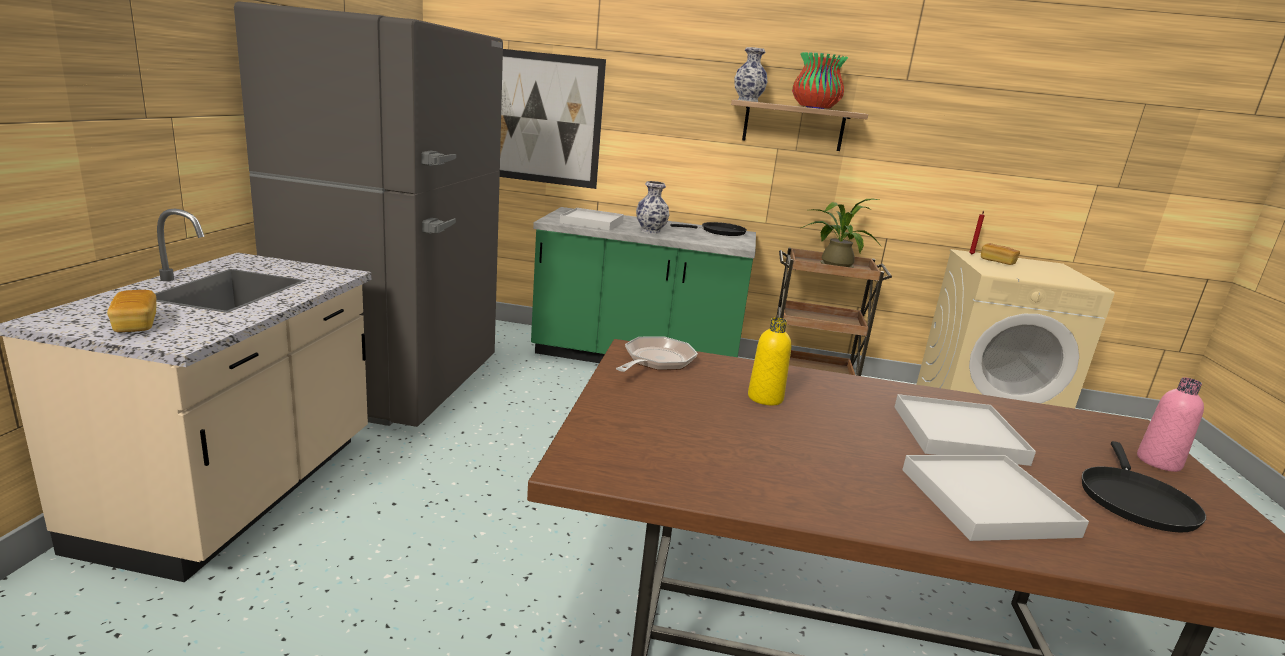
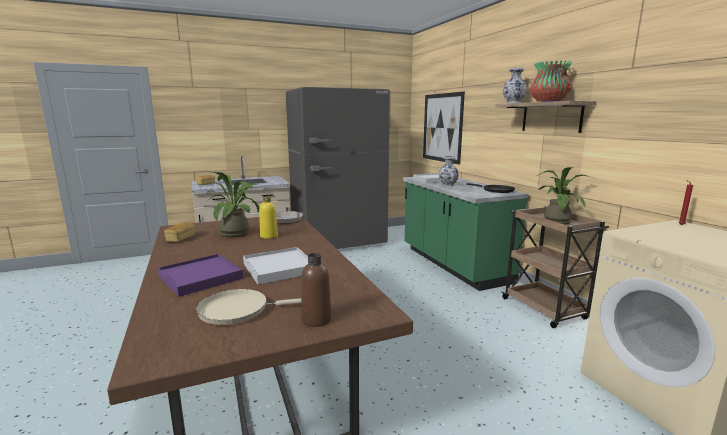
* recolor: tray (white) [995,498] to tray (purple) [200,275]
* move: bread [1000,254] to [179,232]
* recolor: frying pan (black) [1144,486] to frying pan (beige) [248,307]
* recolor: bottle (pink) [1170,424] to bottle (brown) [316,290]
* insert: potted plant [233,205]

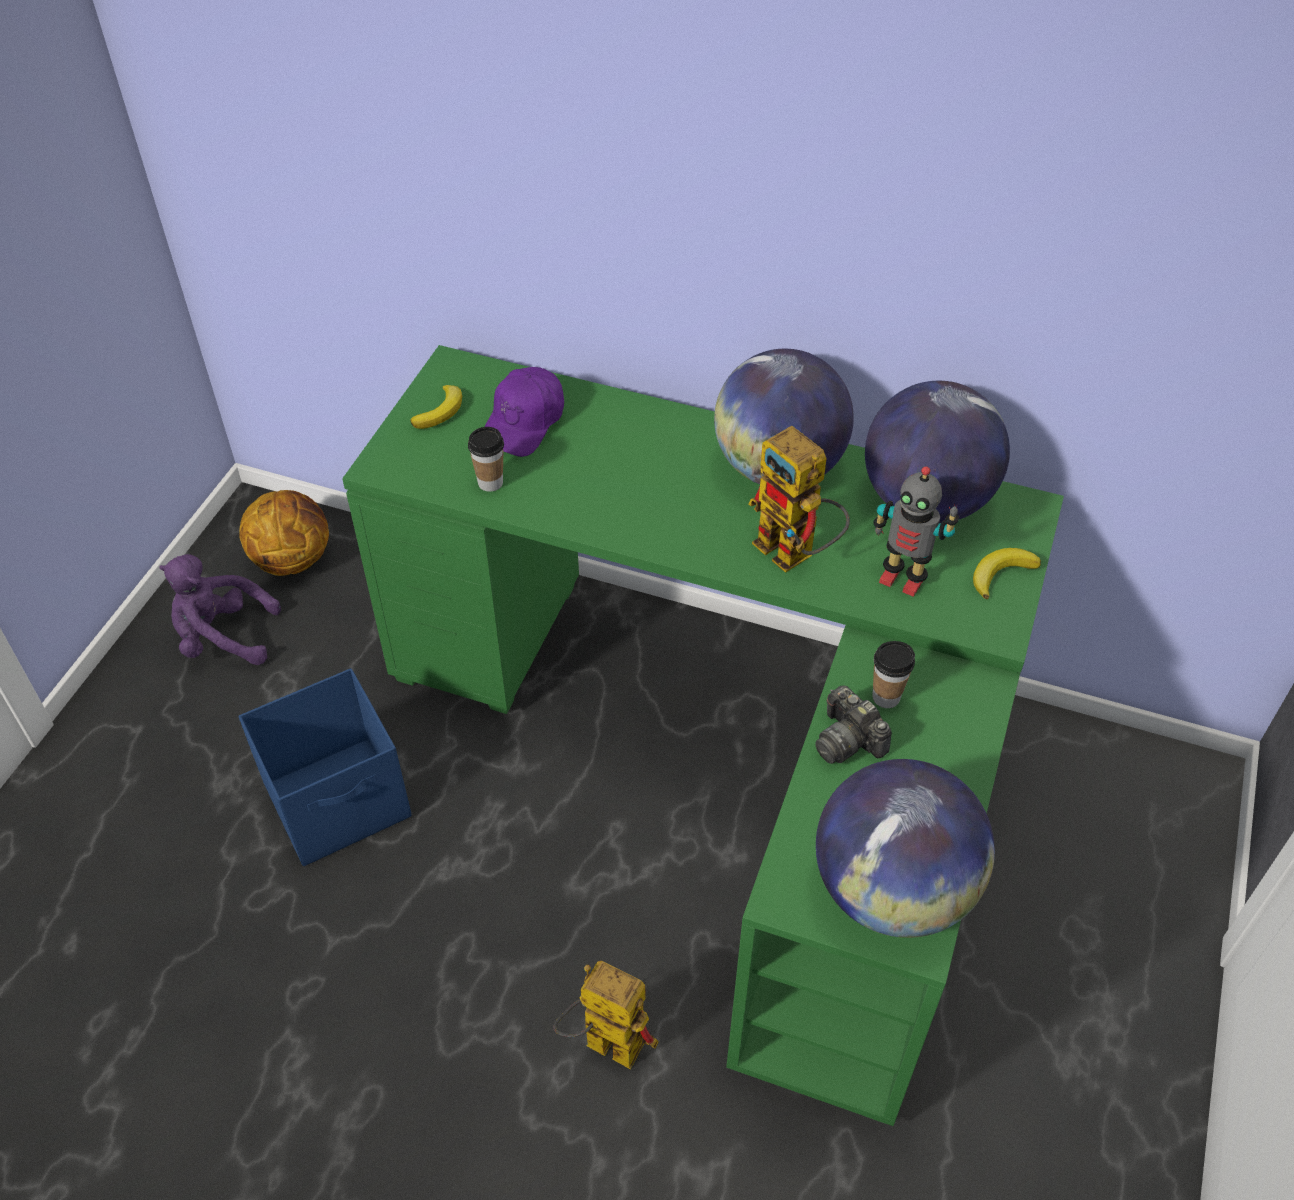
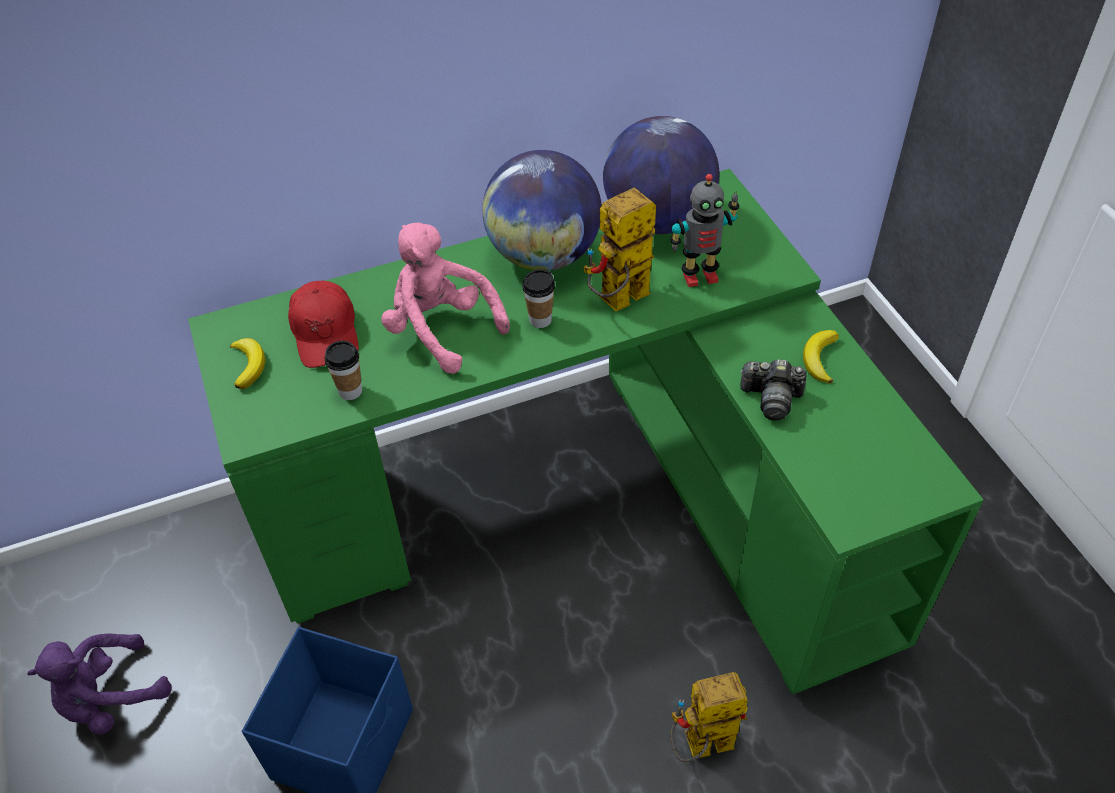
* delete: basketball [284,533]
* recolor: cap (purple) [524,412] to cap (red) [323,324]
* rotate: toy robot [799,499] = [619,249] 135 degrees clockwise
* delete: globe [905,848]
* move: cup [893,674] to [538,298]
* move: banana [1007,573] to [821,357]
* insert: plush toy (pink) [445,298]

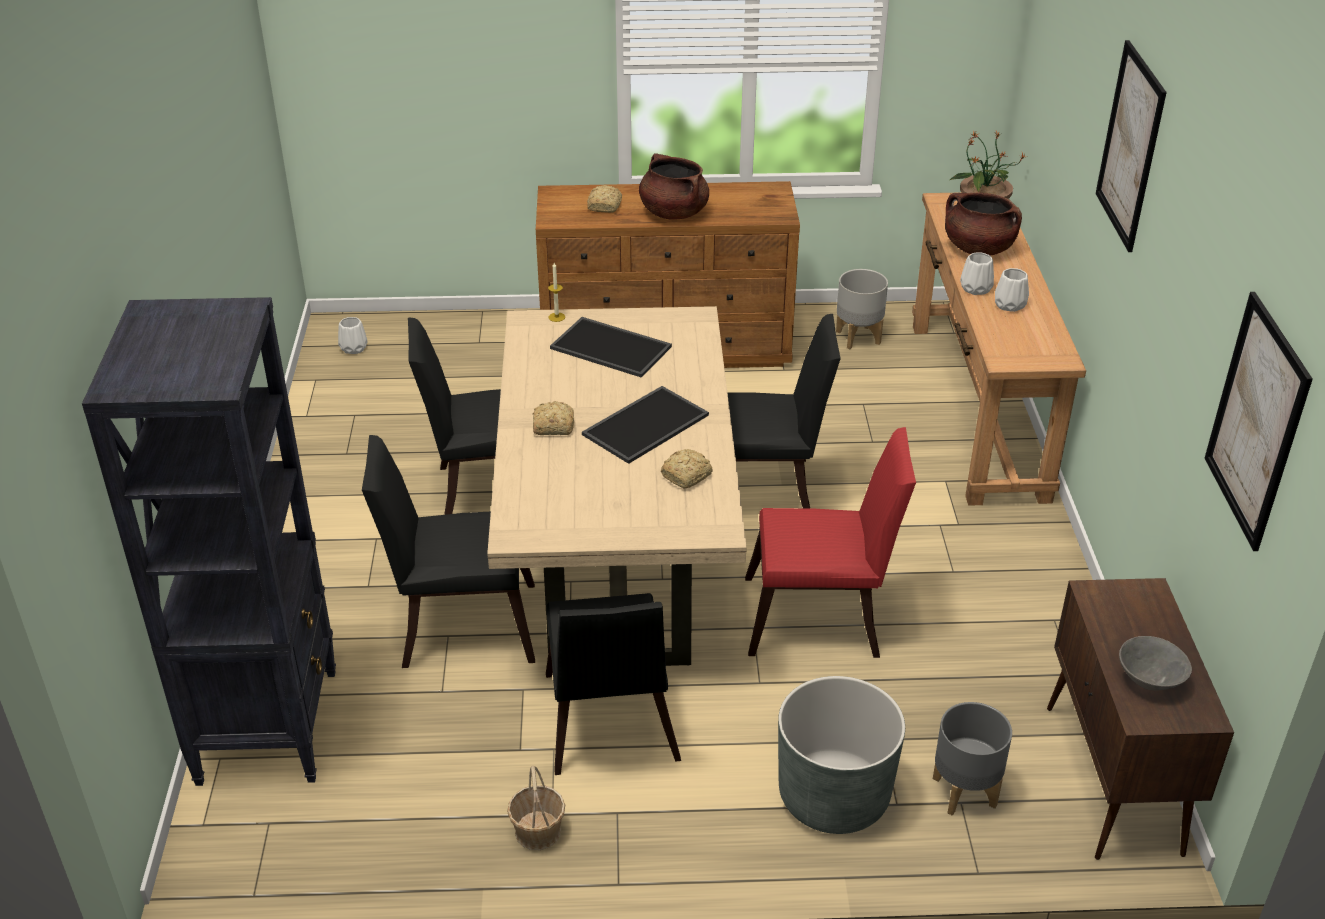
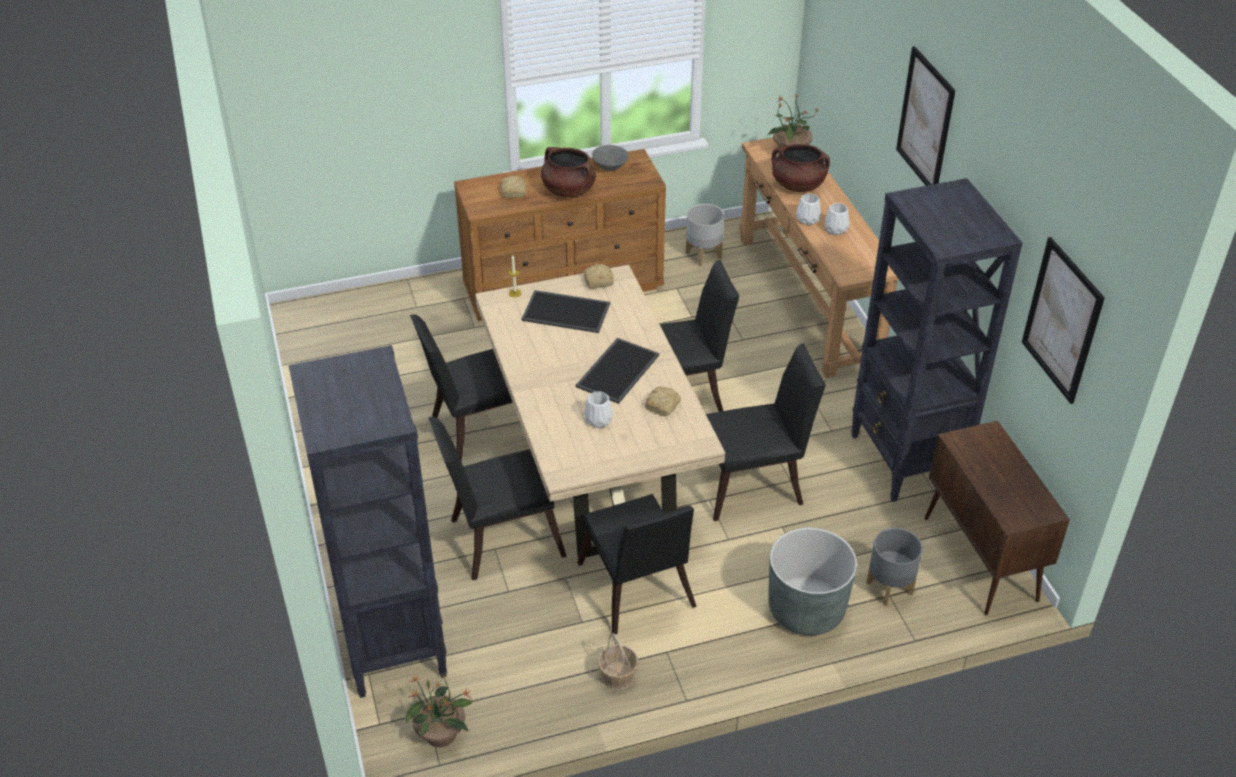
* move: vase (white) [352,335] to [598,410]
* move: bread [553,418] to [598,276]
* recolor: chair (red) [830,542] to chair (black) [766,432]
* move: bowl (grey) [1155,663] to [610,158]
* insert: potted plant [439,710]
* insert: bookcase (black) [937,340]

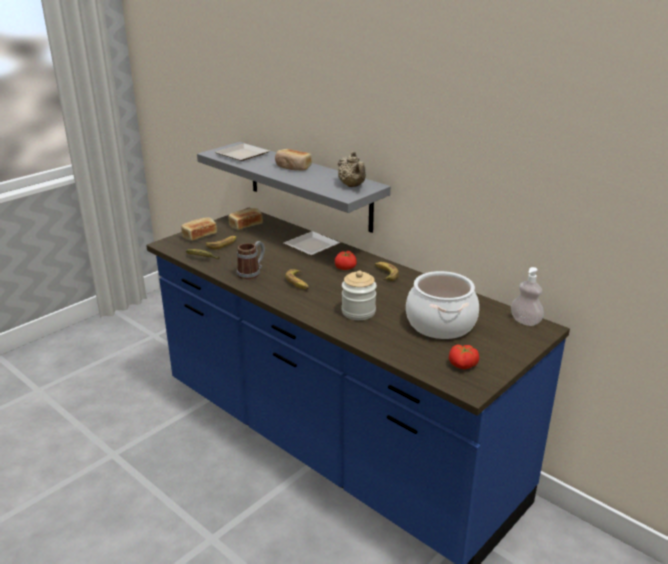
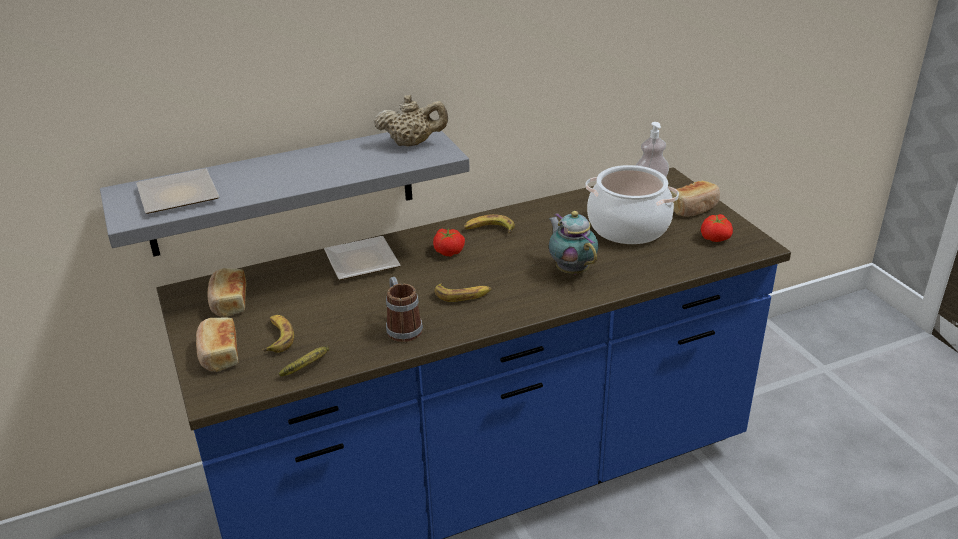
* move: bread [293,160] to [695,199]
* replace: jar [359,295] to teapot [573,243]

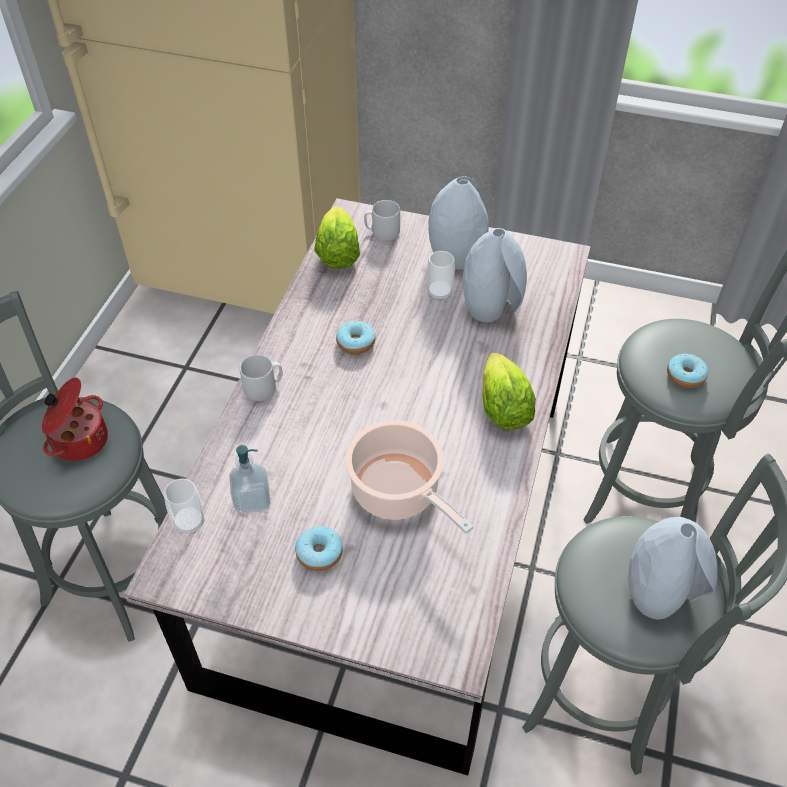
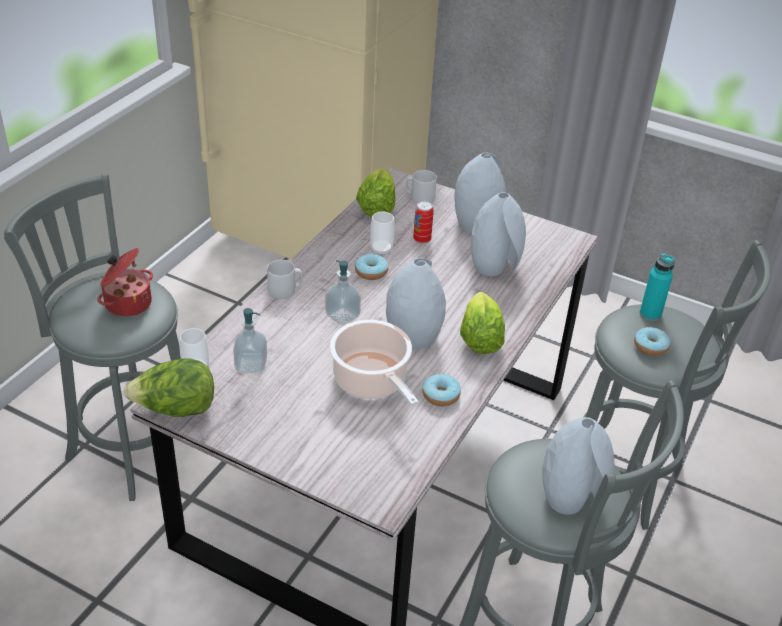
* move: donut [319,548] to [441,390]
* move: cup [441,276] to [382,233]
* insert: lettuce [169,388]
* insert: soap dispenser [343,292]
* insert: vase (grey) [416,303]
* insert: can [423,222]
* insert: bottle (turquoise) [657,287]

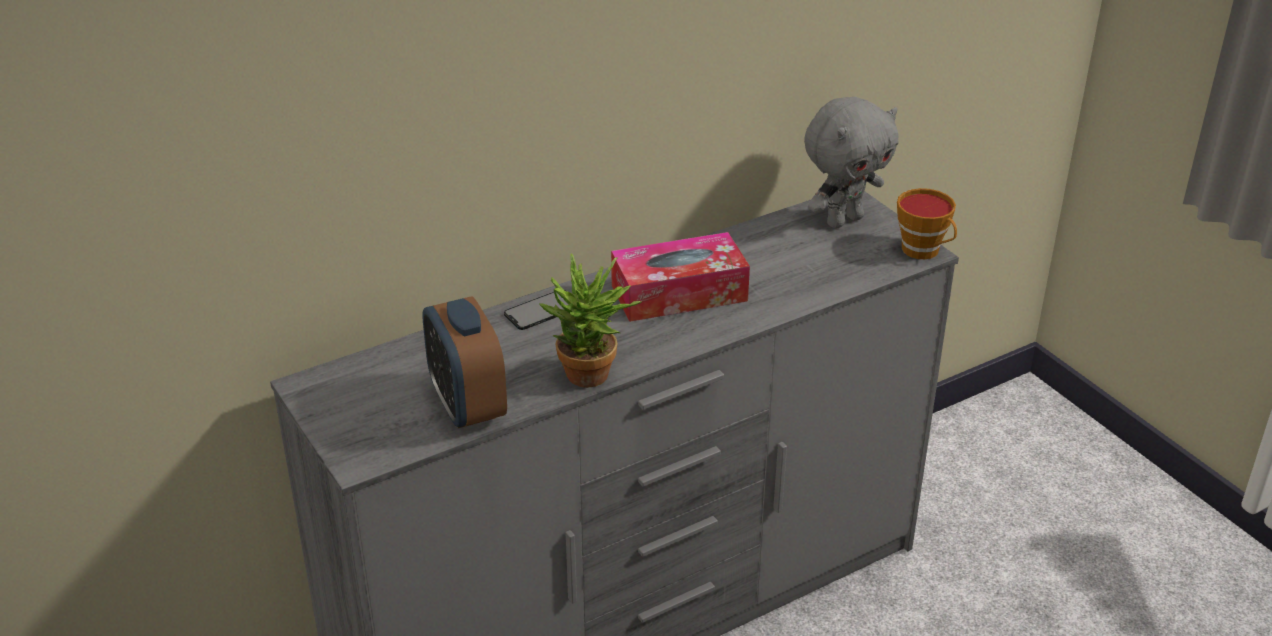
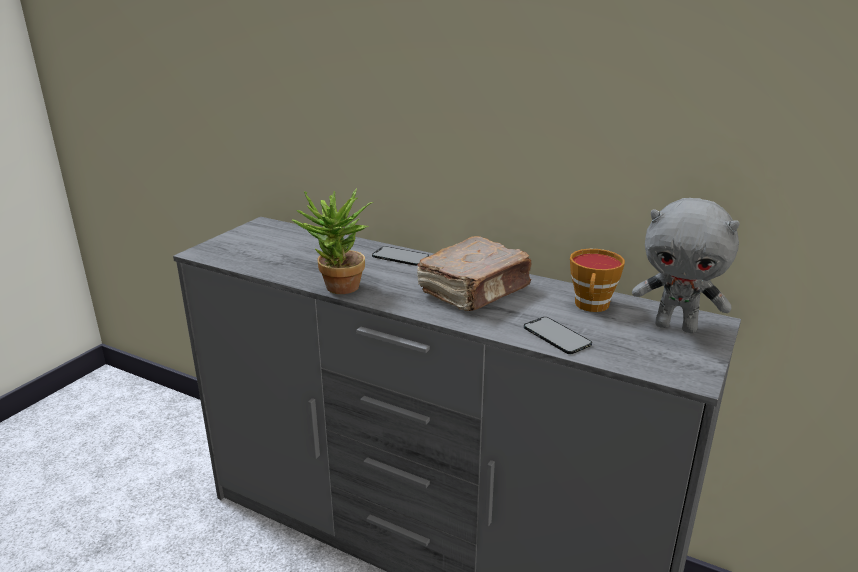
* delete: alarm clock [465,362]
* replace: tissue box [680,277] to book (brown) [474,273]
* move: cup [927,223] to [597,280]
* insert: phone [558,335]

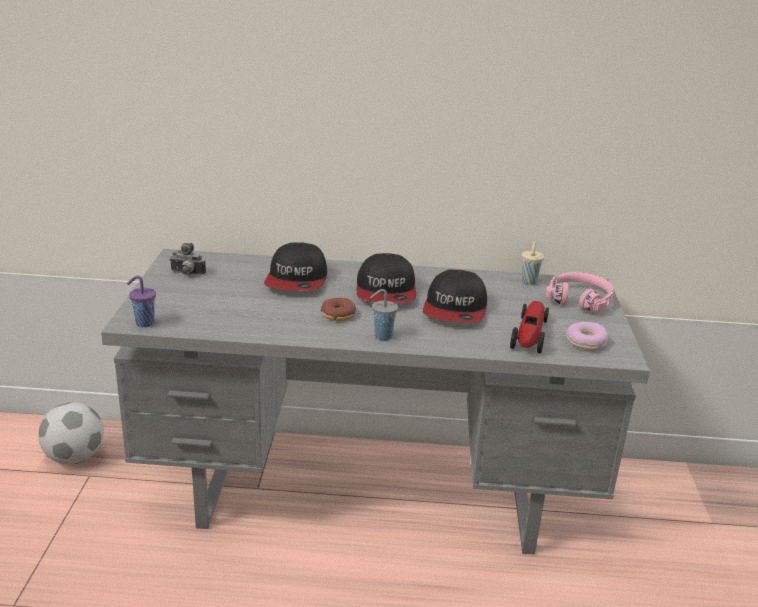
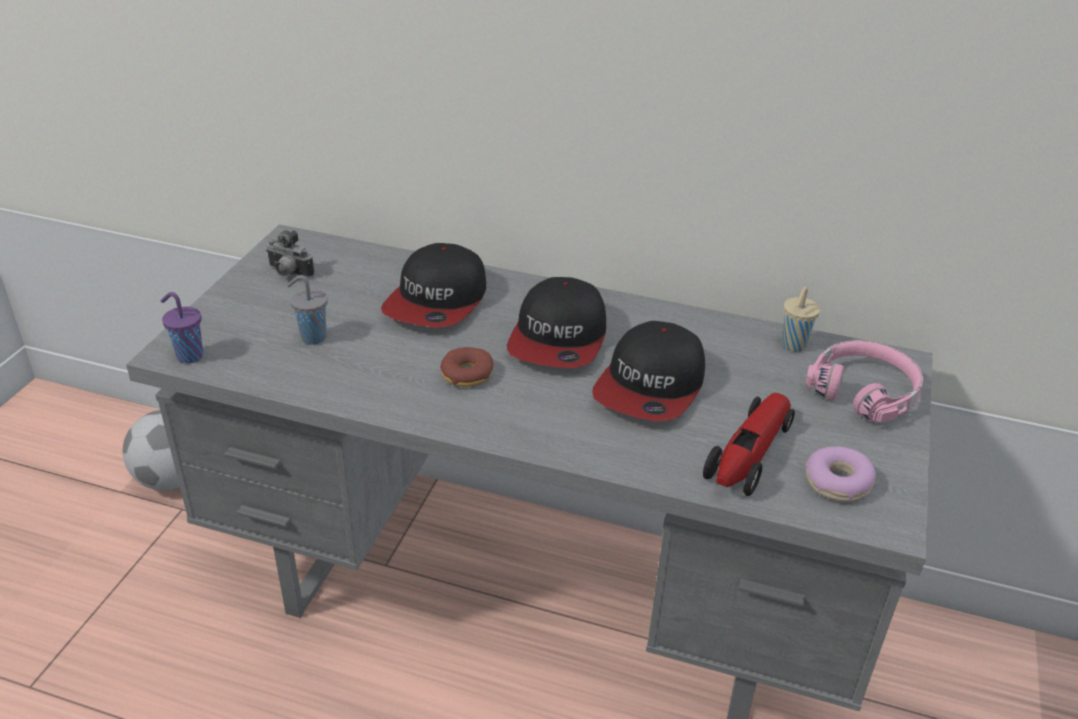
* move: cup (grey) [384,314] to [307,310]

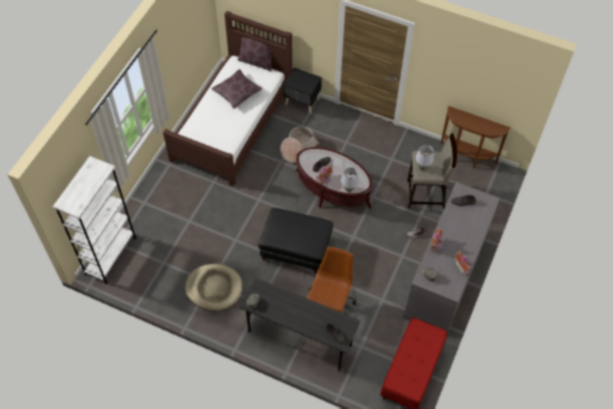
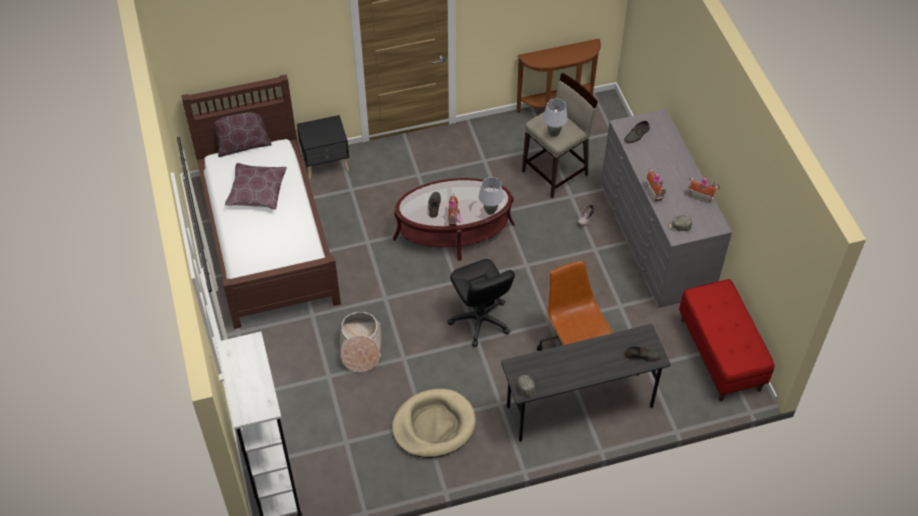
* replace: ottoman (black) [296,241] to office chair (black) [481,303]
* move: basket [299,144] to [361,342]

